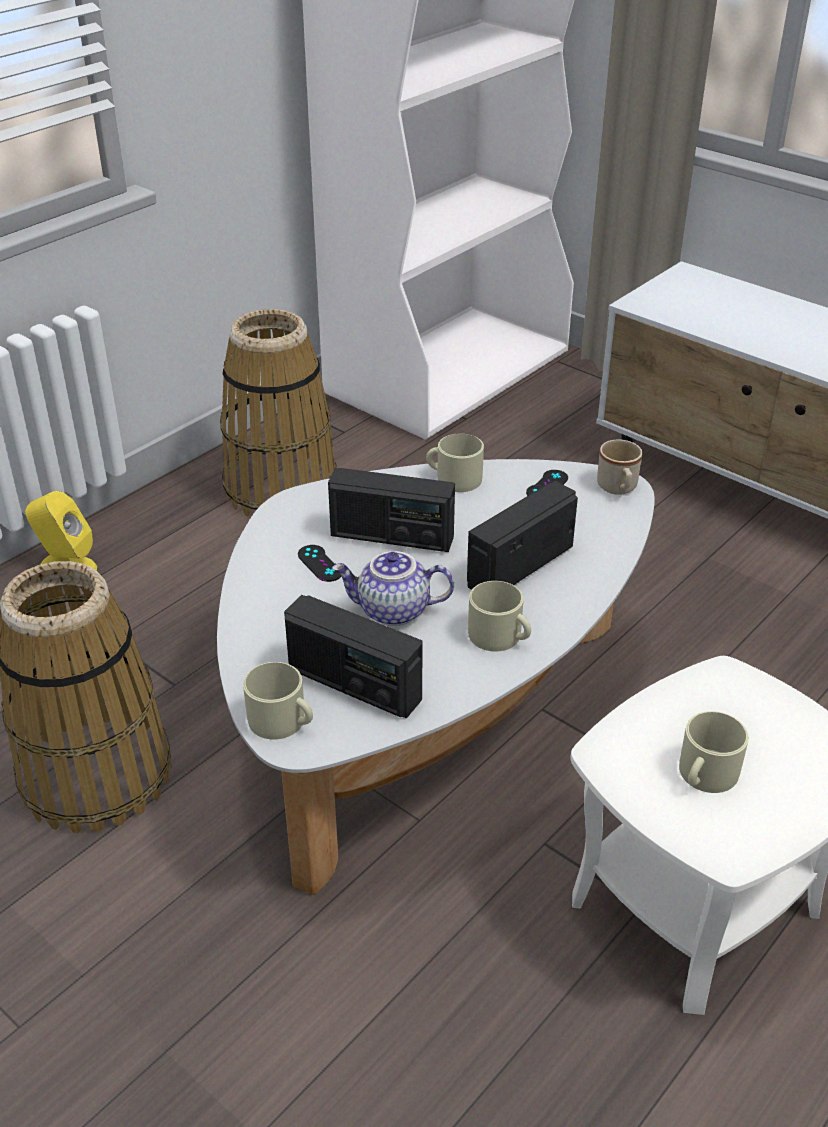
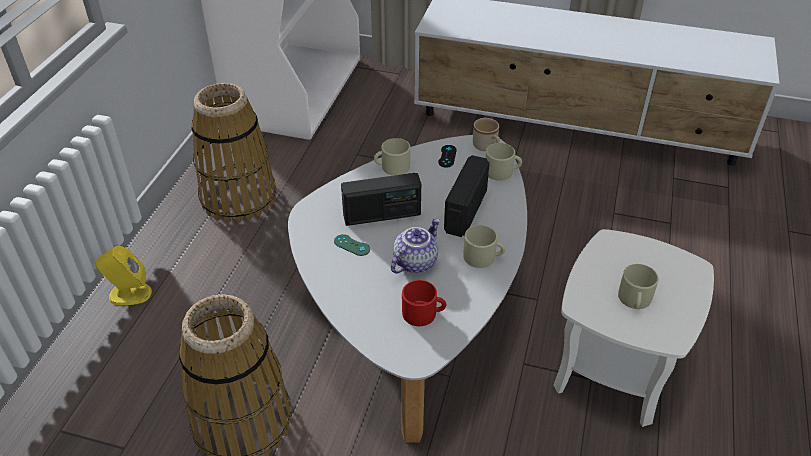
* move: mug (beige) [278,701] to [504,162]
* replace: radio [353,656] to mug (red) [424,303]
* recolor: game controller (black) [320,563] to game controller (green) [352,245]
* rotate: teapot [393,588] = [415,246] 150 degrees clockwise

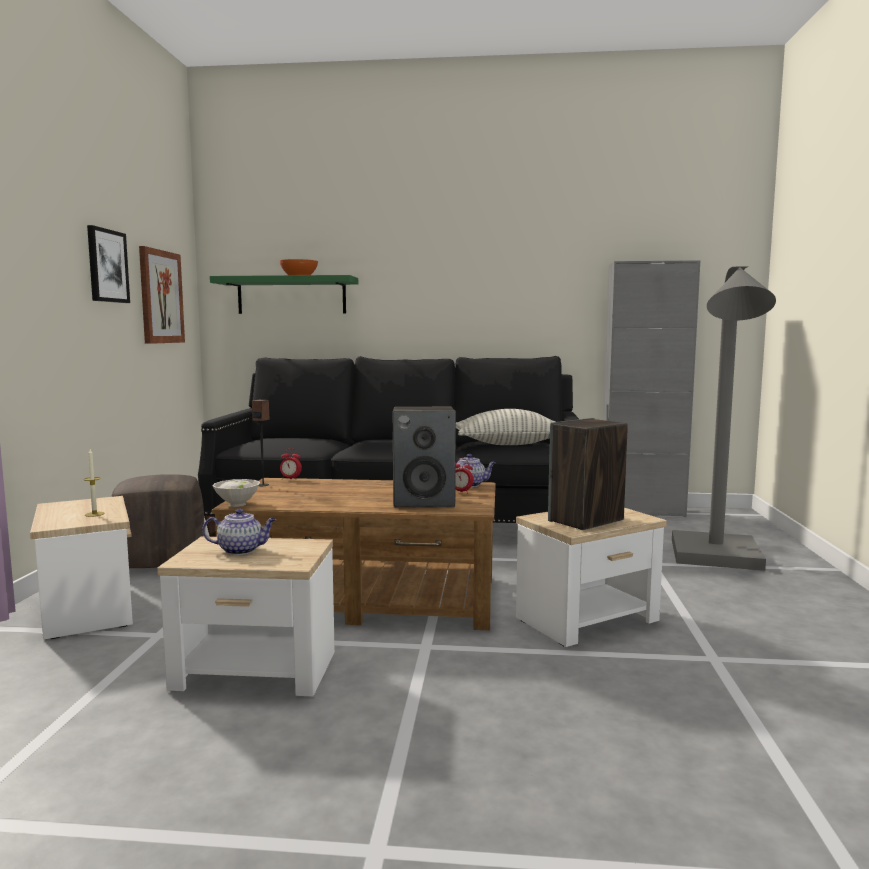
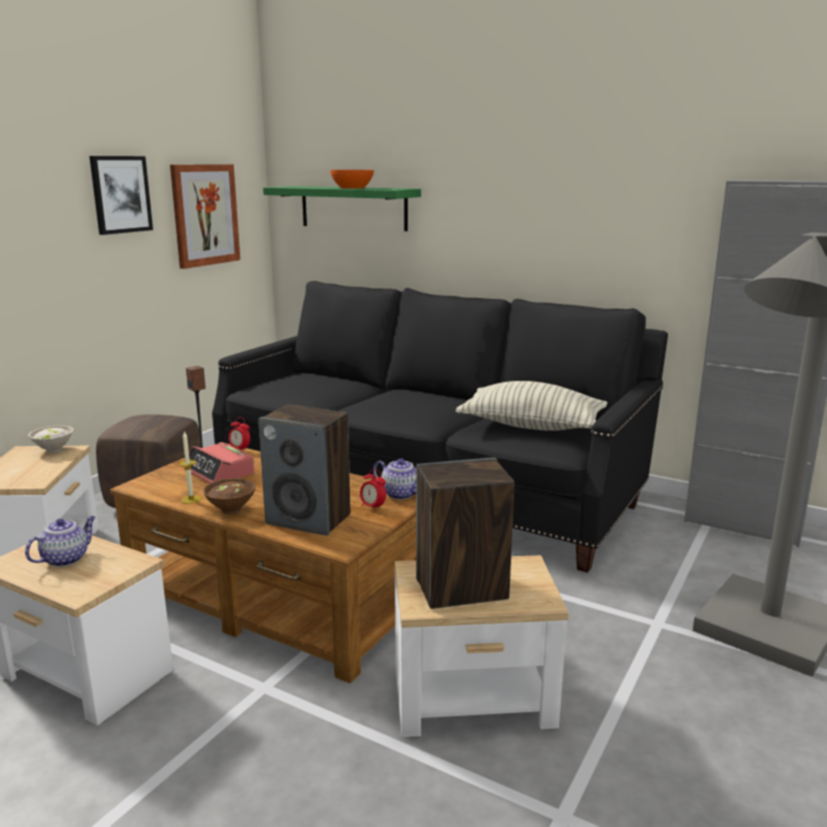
* move: candle [94,483] to [190,467]
* rotate: teapot [239,532] = [60,541] 75 degrees counterclockwise
* move: bowl (white) [236,493] to [51,439]
* insert: alarm clock [219,462]
* insert: bowl (brown) [229,496]

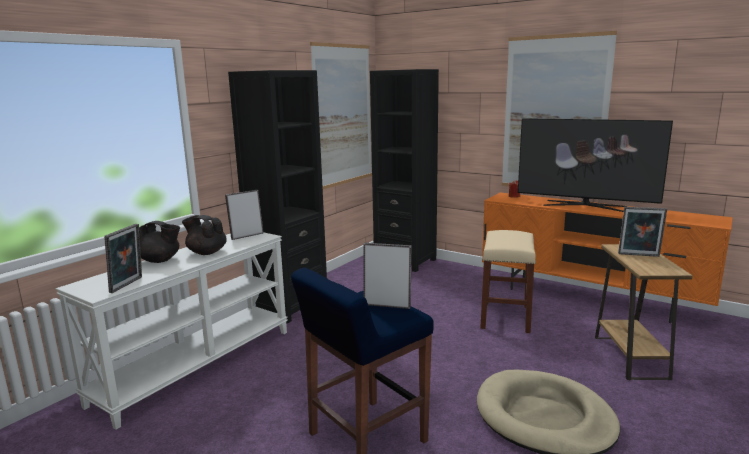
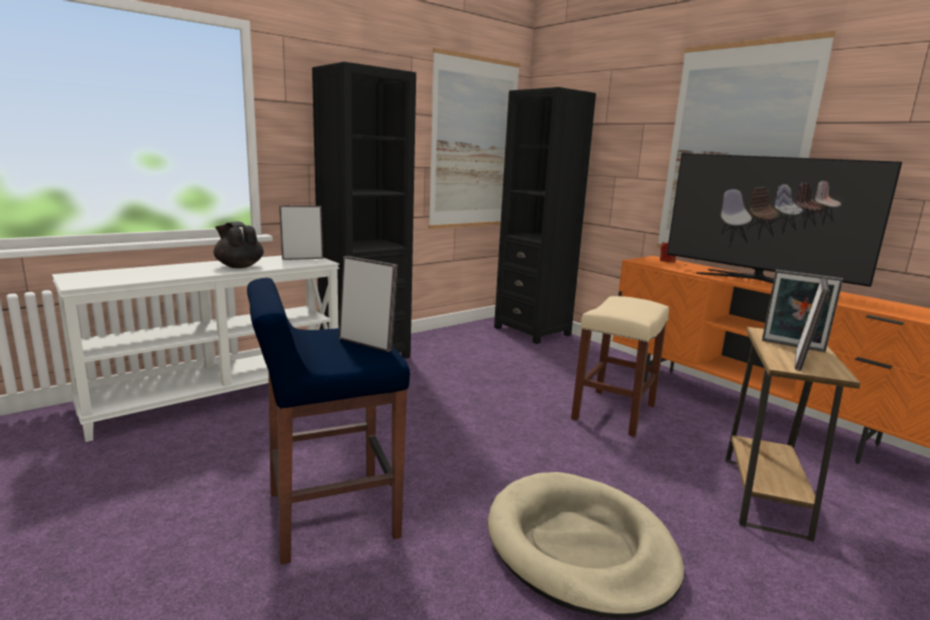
* move: picture frame [123,258] to [812,324]
* delete: teapot (black) [159,242]

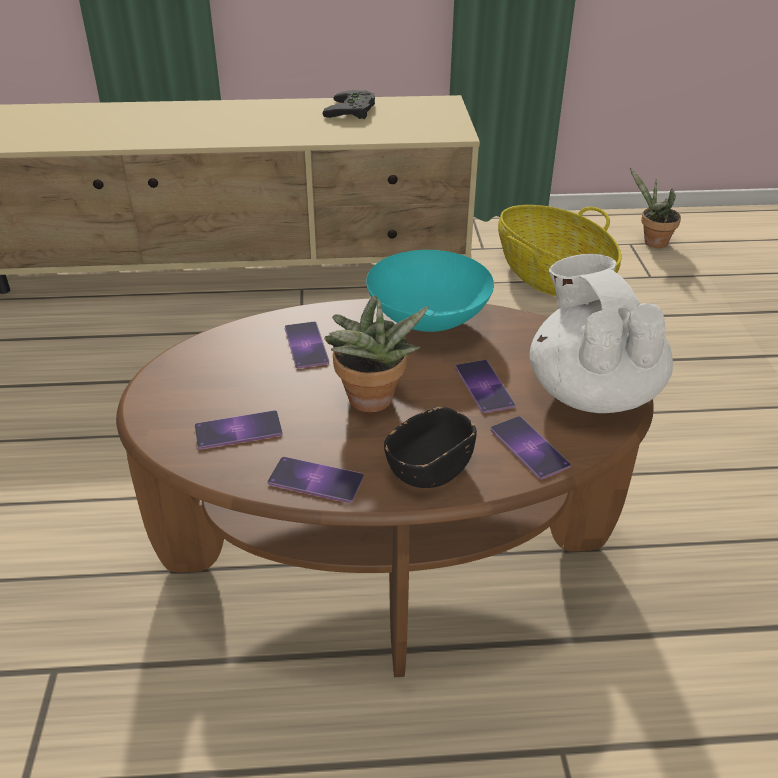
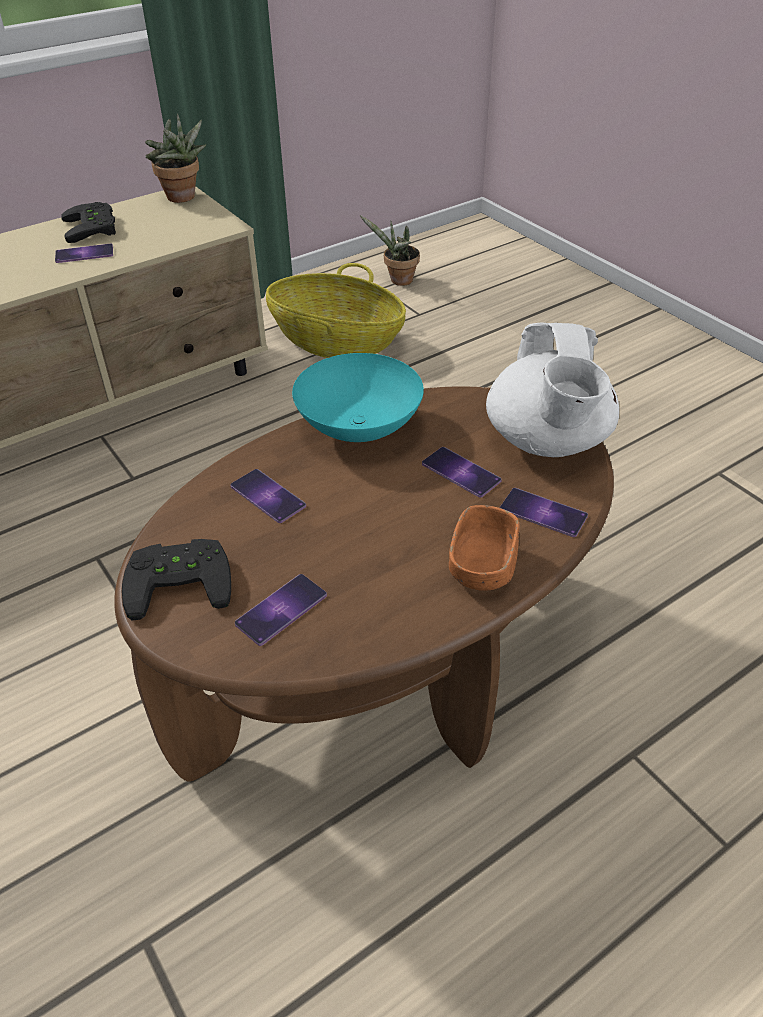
* move: phone [315,480] to [84,253]
* move: potted plant [376,354] to [175,158]
* recolor: bowl (black) [430,447] to bowl (orange) [484,548]
* rotate: teapot (white) [601,333] = [552,390] 135 degrees counterclockwise
* insert: game controller (black) [176,579]

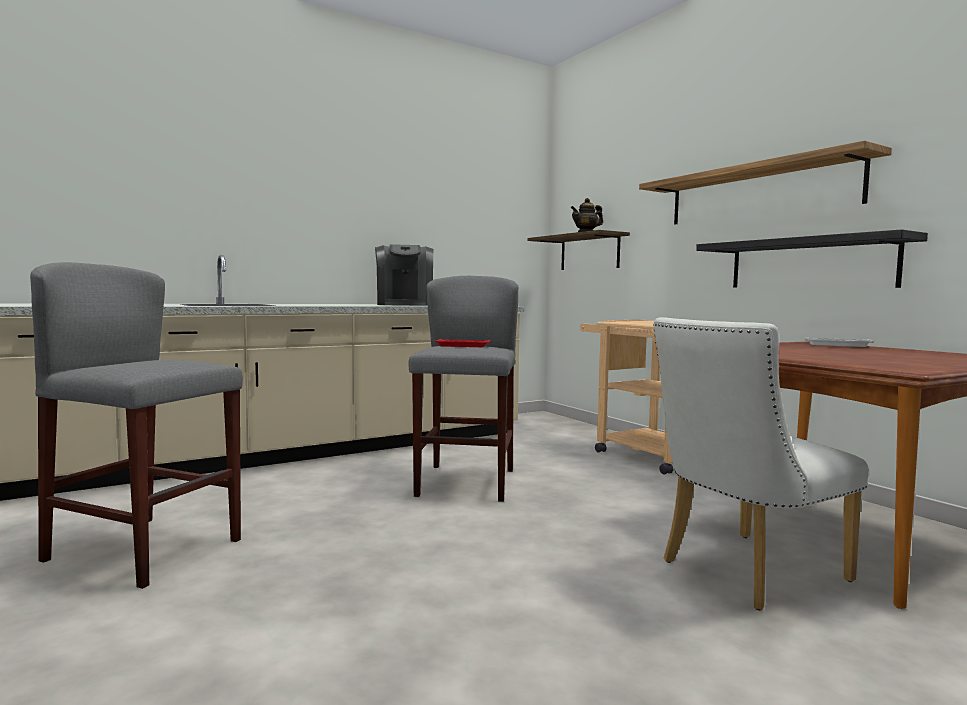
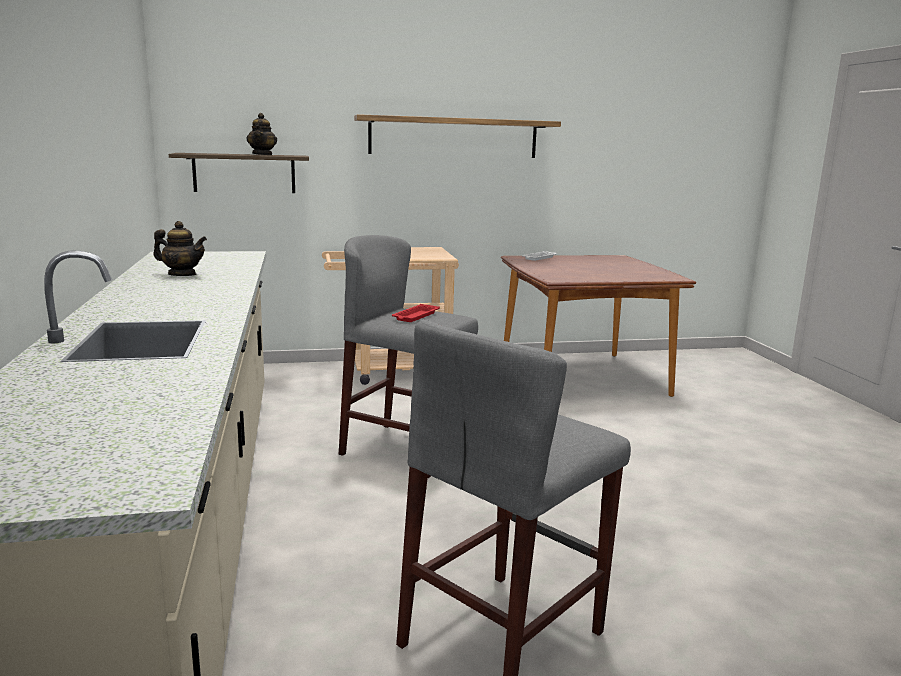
* replace: coffee machine [404,274] to teapot [180,248]
* delete: chair (white) [761,464]
* delete: shelf (black) [812,258]

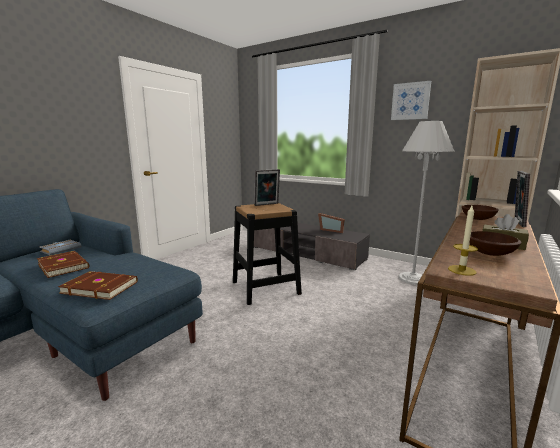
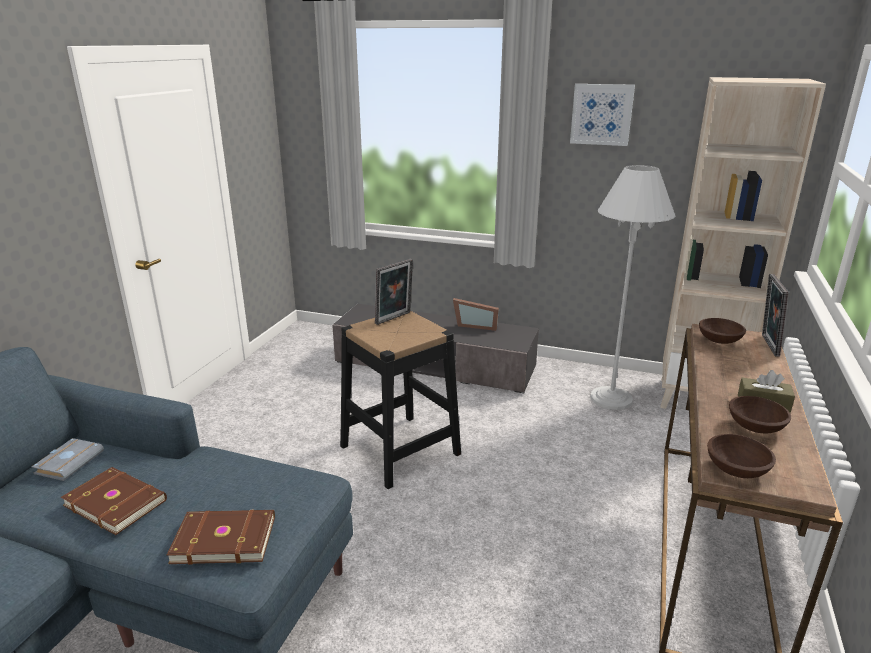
* replace: candle [463,241] to bowl (brown) [741,456]

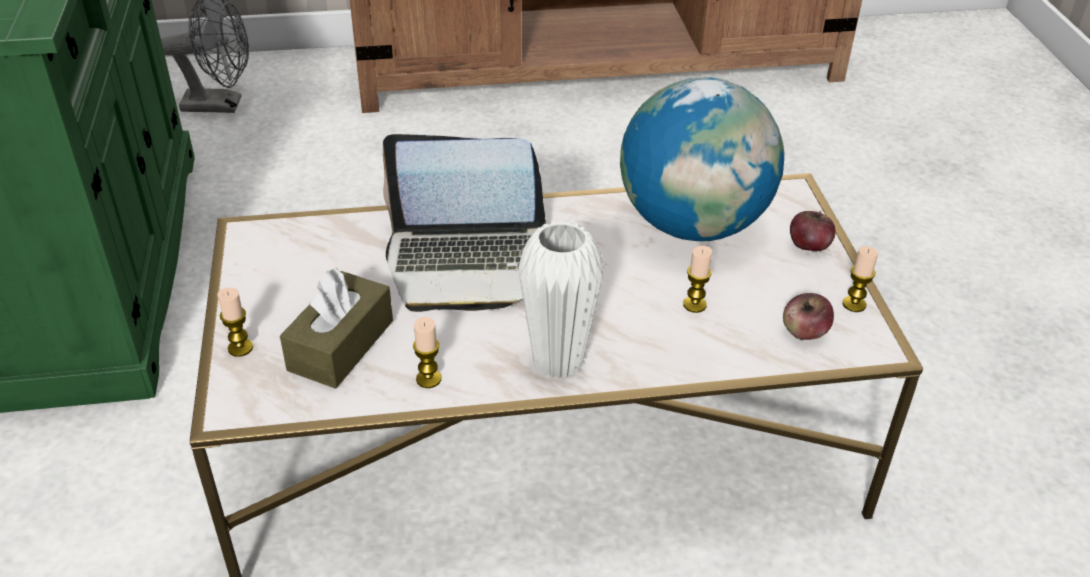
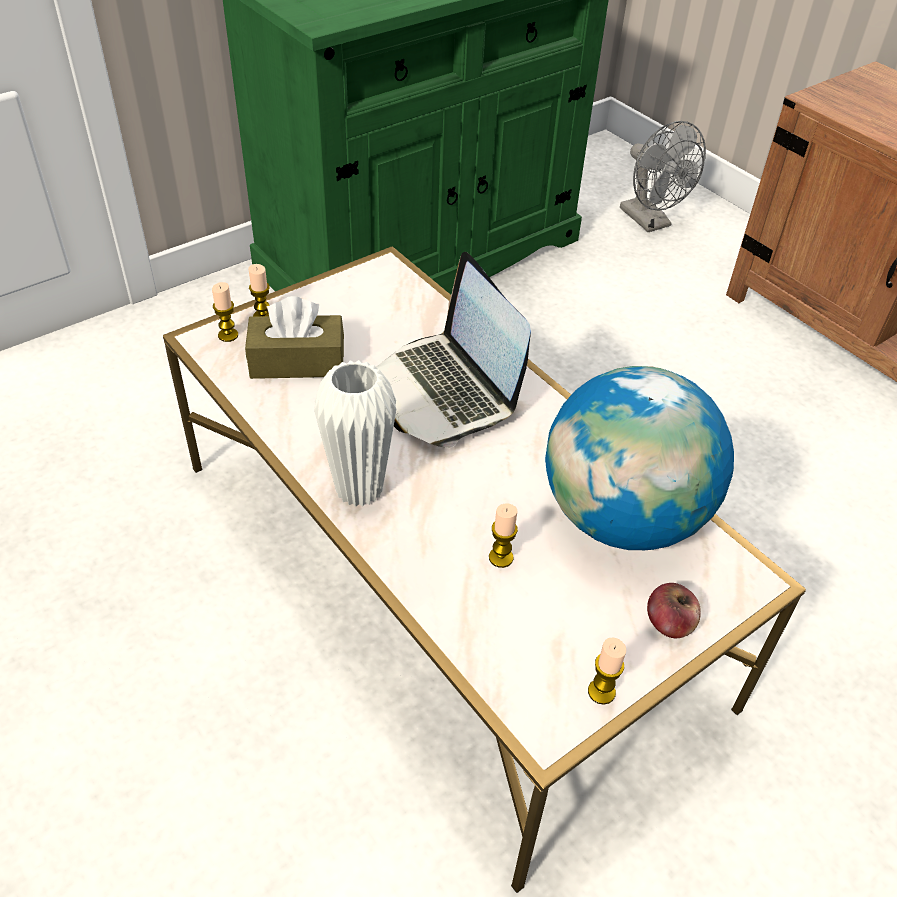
* move: candle [427,352] to [225,312]
* delete: apple [808,316]

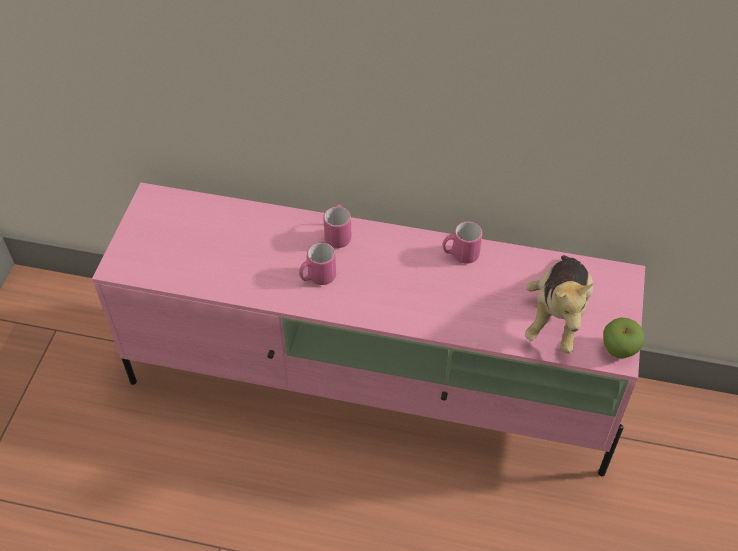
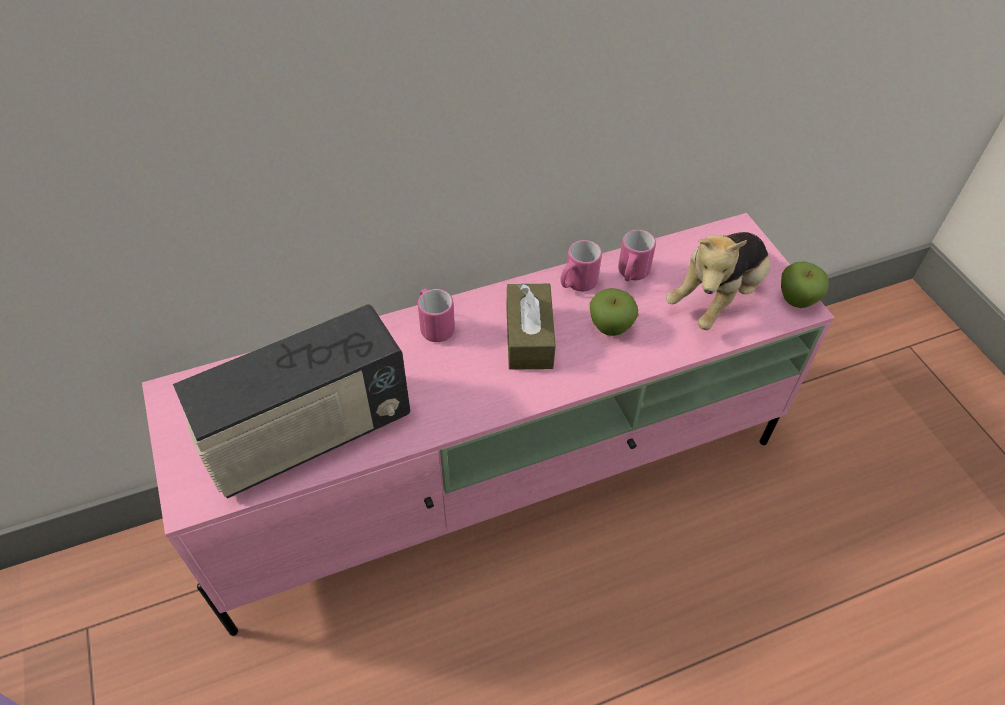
* move: mug (pink) [317,264] to [637,255]
* rotate: plush toy [559,304] = [718,281] 60 degrees clockwise
* insert: radio [291,401]
* insert: tissue box (brown) [531,327]
* insert: apple [614,312]

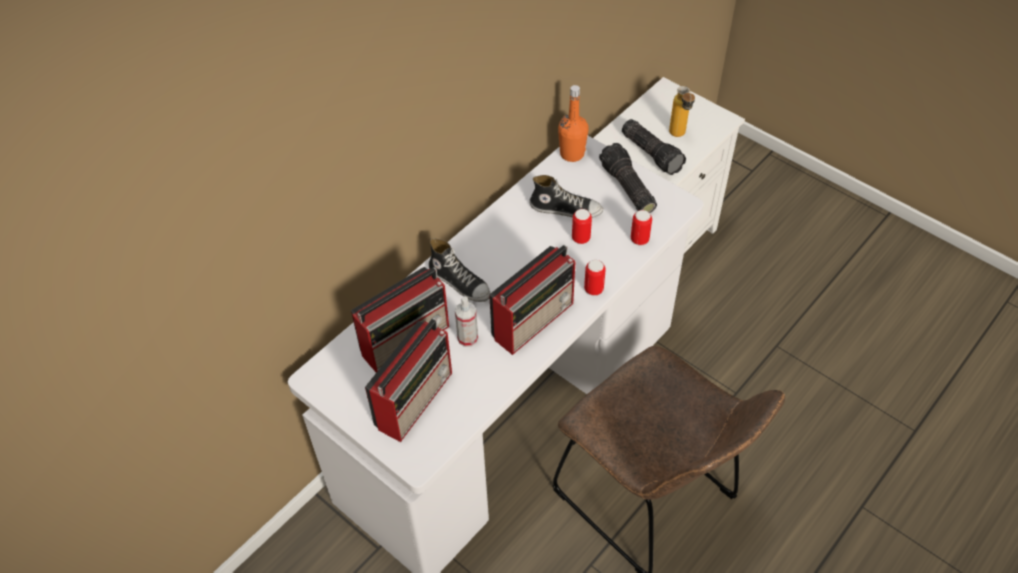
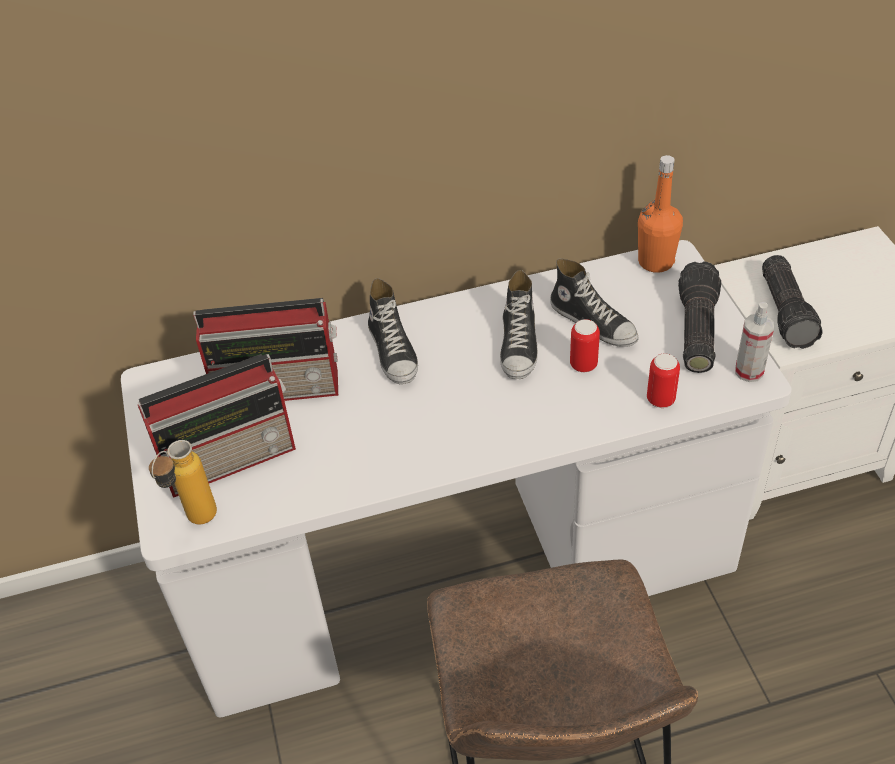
* move: spray bottle [466,321] to [754,342]
* delete: radio [532,300]
* delete: can [595,278]
* move: bottle [682,111] to [183,482]
* insert: shoe [519,324]

